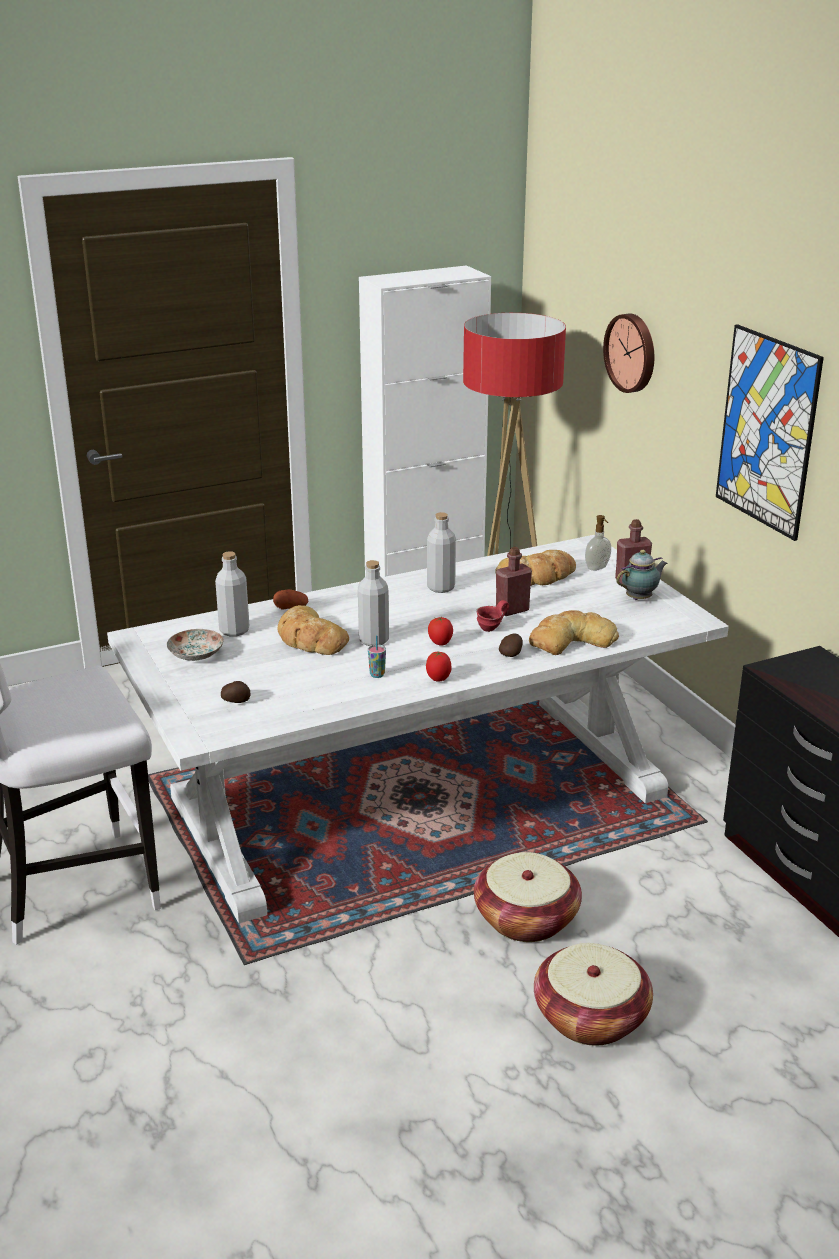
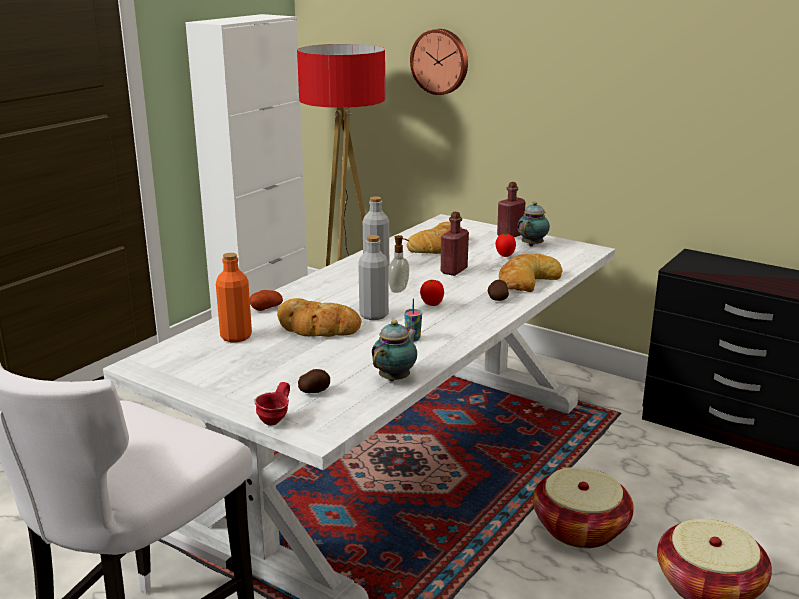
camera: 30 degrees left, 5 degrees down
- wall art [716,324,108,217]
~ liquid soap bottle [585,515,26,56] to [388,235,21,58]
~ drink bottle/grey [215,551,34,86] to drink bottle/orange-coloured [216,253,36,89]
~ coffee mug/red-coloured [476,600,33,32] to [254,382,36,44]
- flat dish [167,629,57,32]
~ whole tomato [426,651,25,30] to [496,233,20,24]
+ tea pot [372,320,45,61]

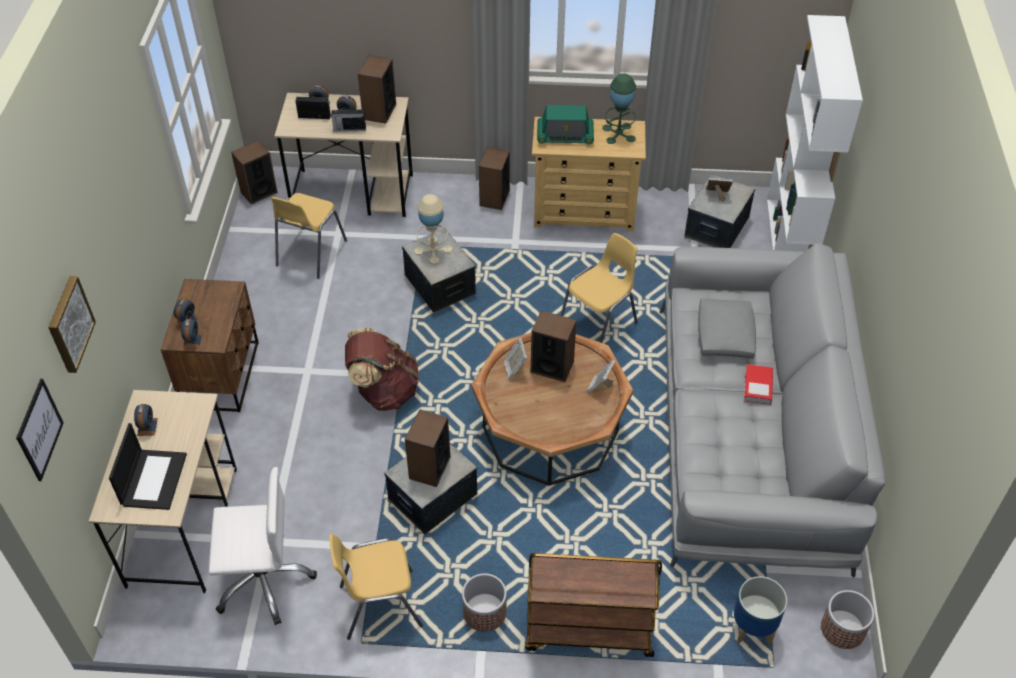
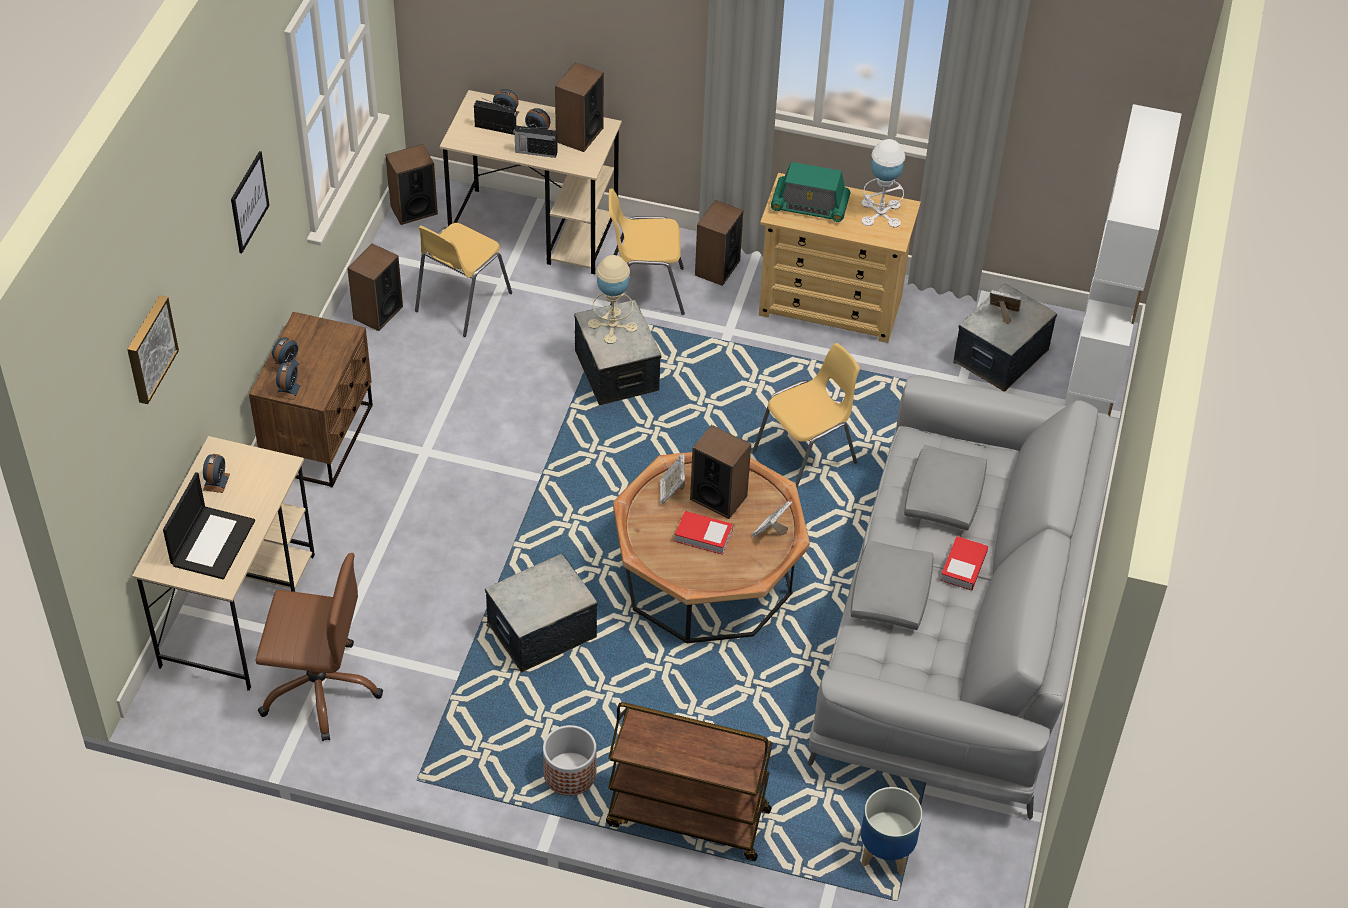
camera: 10 degrees right, 0 degrees up
~ table lamp/green [602,73,34,71] to table lamp/white [862,139,43,89]
- knapsack/brownish [345,327,74,84]
~ wall art [16,379,48,102] to [231,151,38,102]
~ loudspeaker [405,410,45,77] to [347,244,56,87]
~ office chair/white [209,467,108,158] to office chair/brownish [255,553,128,188]
~ upright chair/yellowish [329,534,94,106] to [609,188,76,127]
- plant pot [821,590,53,59]
+ volume [674,511,59,44]
+ pillow/grey [851,540,82,90]

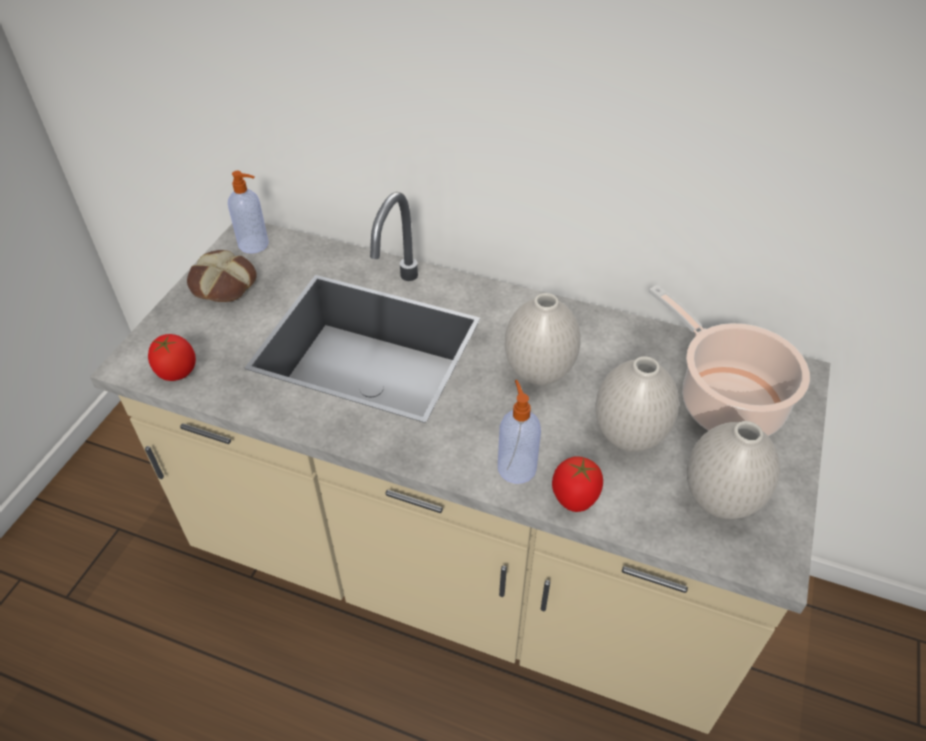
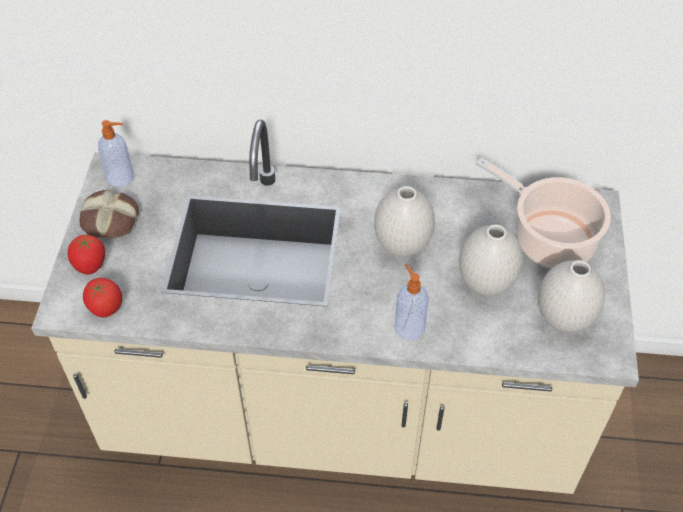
camera: 15 degrees left, 5 degrees up
~ whole tomato [552,456,51,56] to [68,235,37,39]

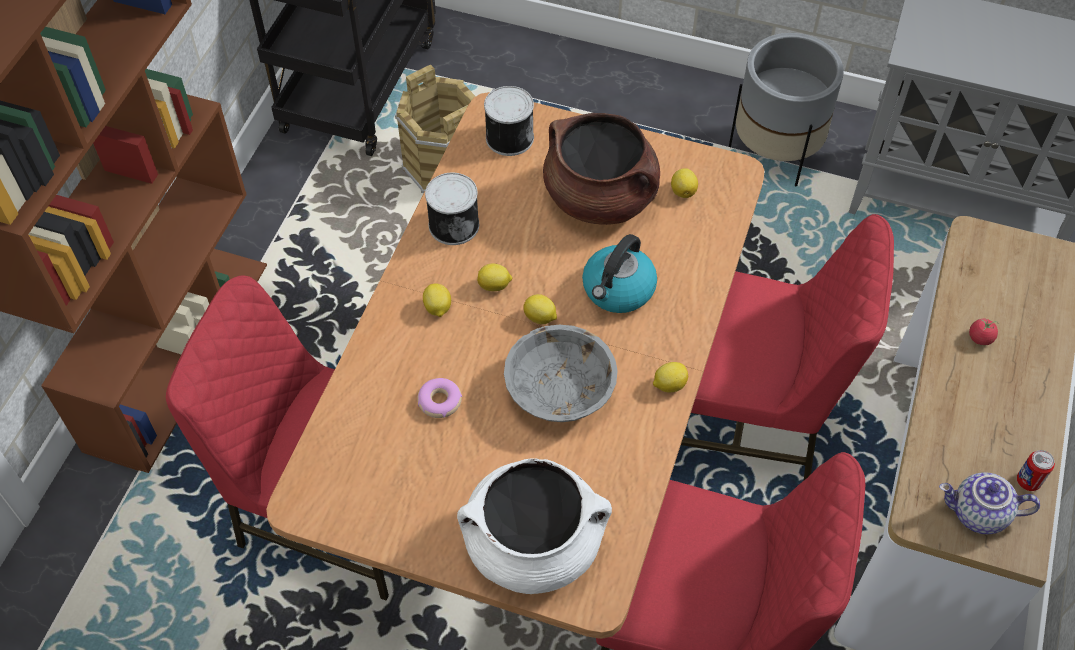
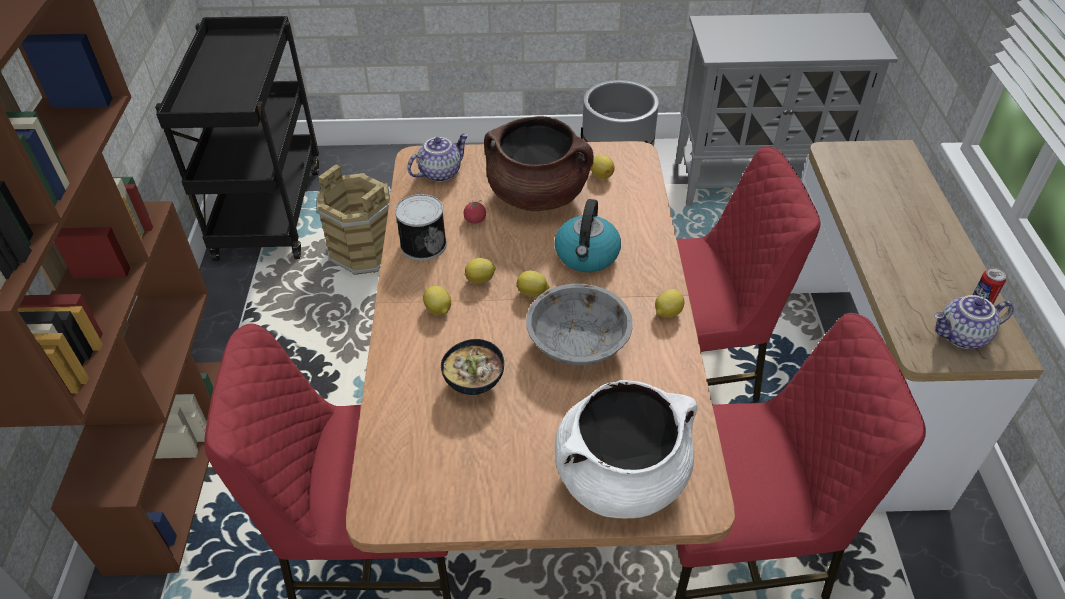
camera: 20 degrees left, 10 degrees down
~ can [484,86,50,70] to tea pot [407,134,62,48]
~ whole tomato [969,319,29,26] to [464,200,22,24]
~ donut [417,378,45,40] to deep dish [441,339,63,56]

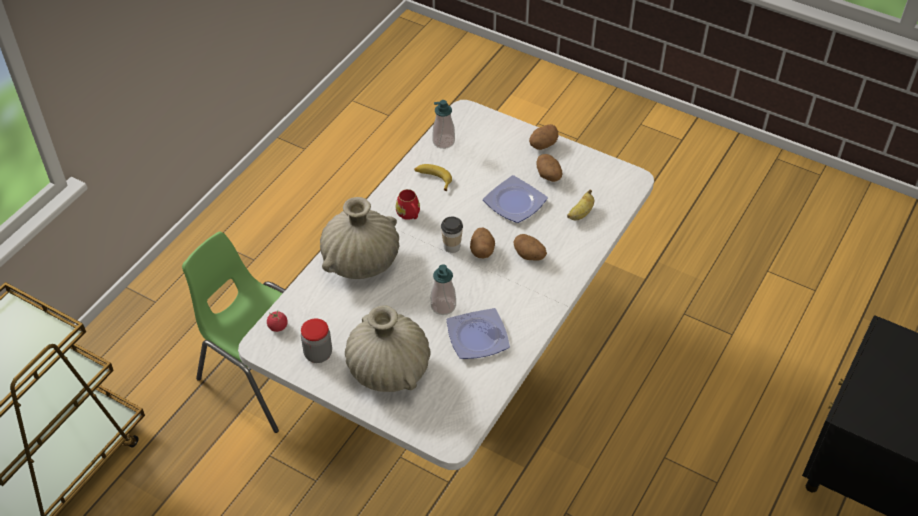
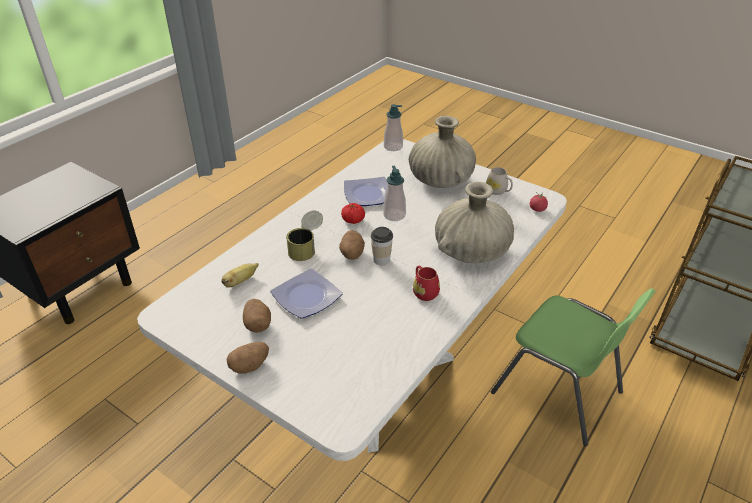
camera: 175 degrees left, 10 degrees down
~ liquid soap bottle [432,100,23,49] to [384,104,19,47]
- whole banana [414,164,38,27]
~ whole potato [513,234,34,27] to can [286,210,37,51]
~ preserve jar [301,318,31,45] to coffee mug/white [486,167,27,28]
+ whole tomato [341,203,24,21]

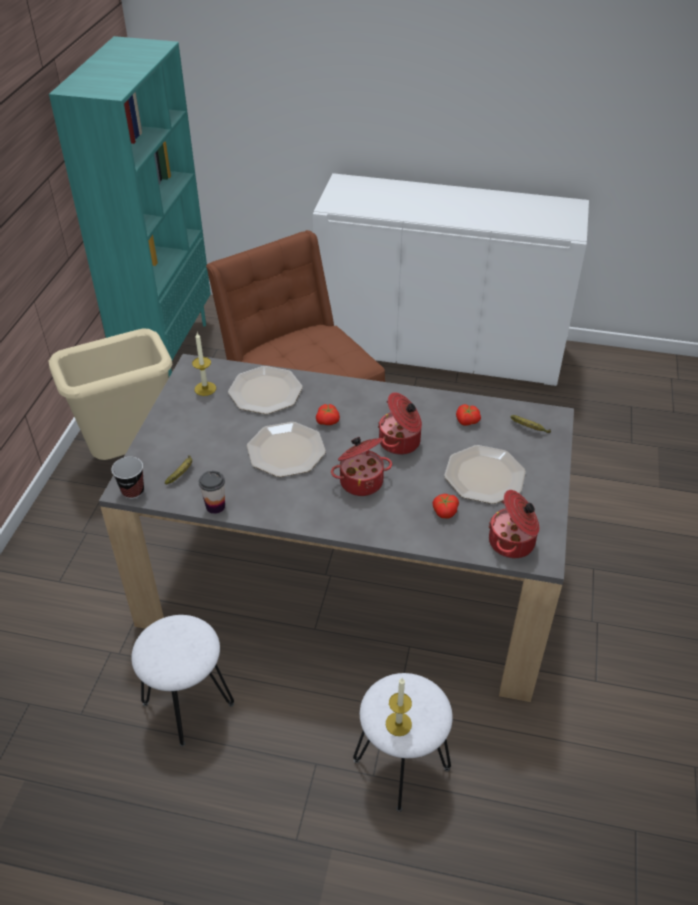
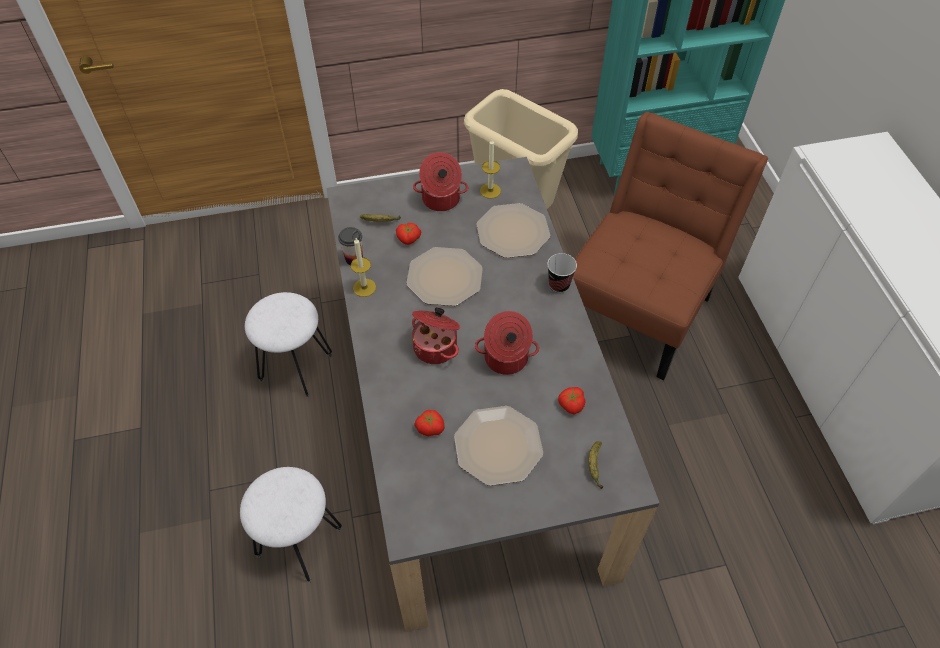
camera: 65 degrees right, 10 degrees up
~ whole tomato [316,404,24,21] to [396,223,25,22]
~ small cup [111,457,33,42] to [547,253,30,40]
~ stockpot [488,490,51,68] to [413,152,55,59]
~ wax light [386,678,26,58] to [351,238,25,59]

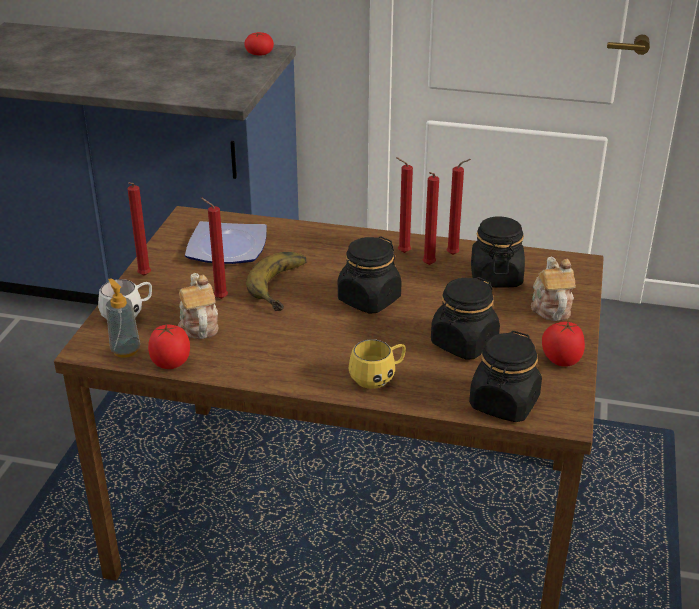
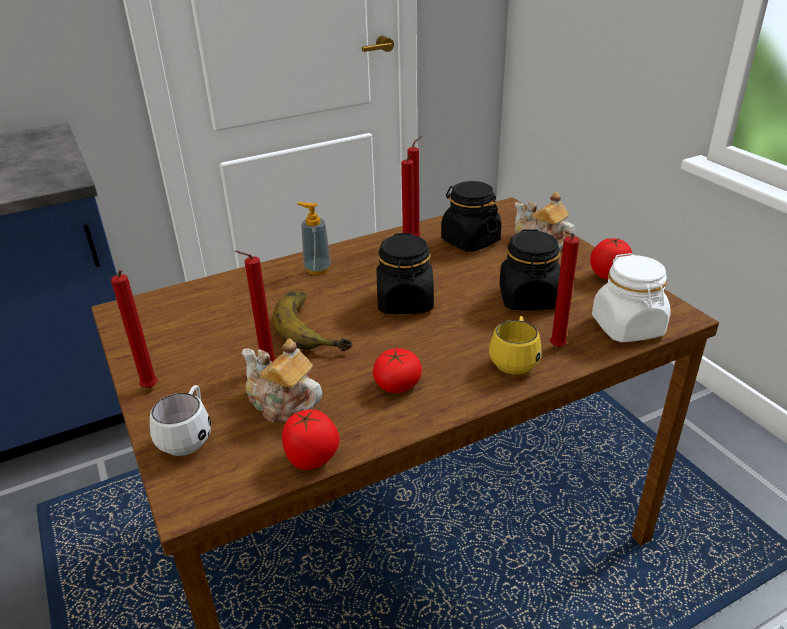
camera: 40 degrees left, 0 degrees up
~ whole tomato [244,32,30,23] to [373,348,49,45]
~ wax light/red-coloured [396,157,17,96] to [550,231,29,116]
- flat dish [185,221,82,43]
~ liquid soap bottle [106,278,34,80] to [297,202,34,73]
~ preserve jar/blackish [469,331,73,91] to preserve jar/white [592,253,79,89]

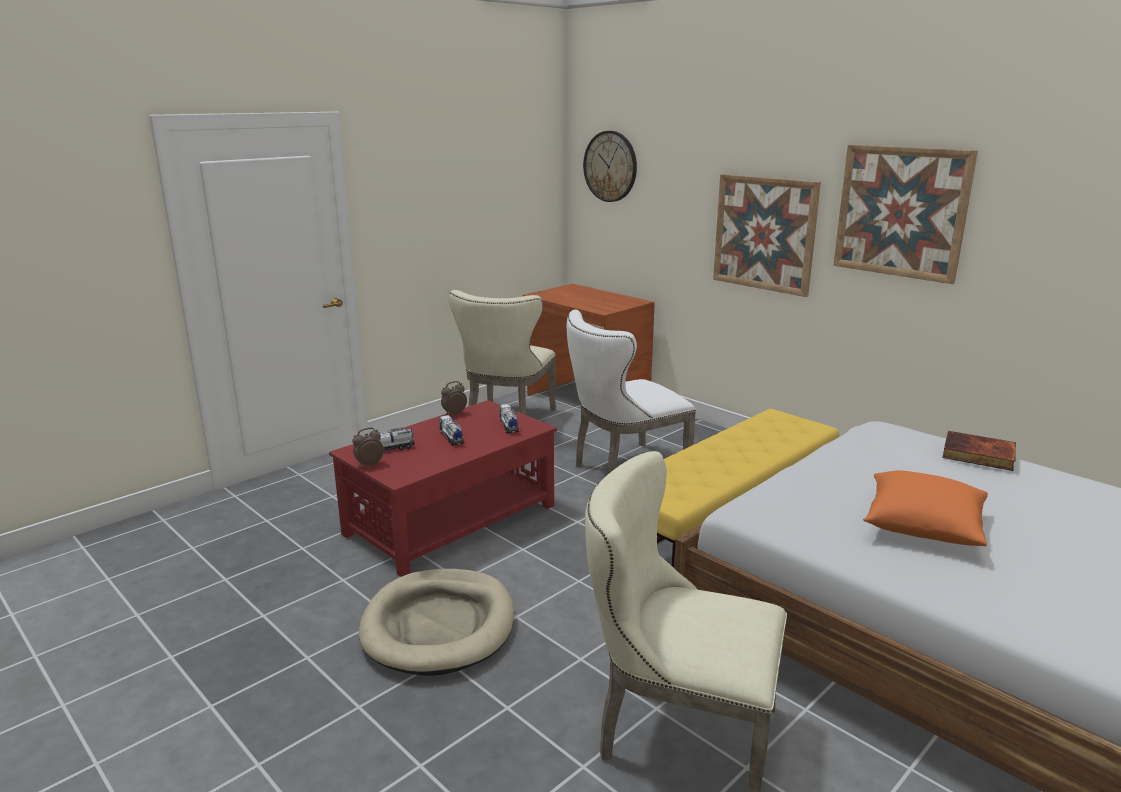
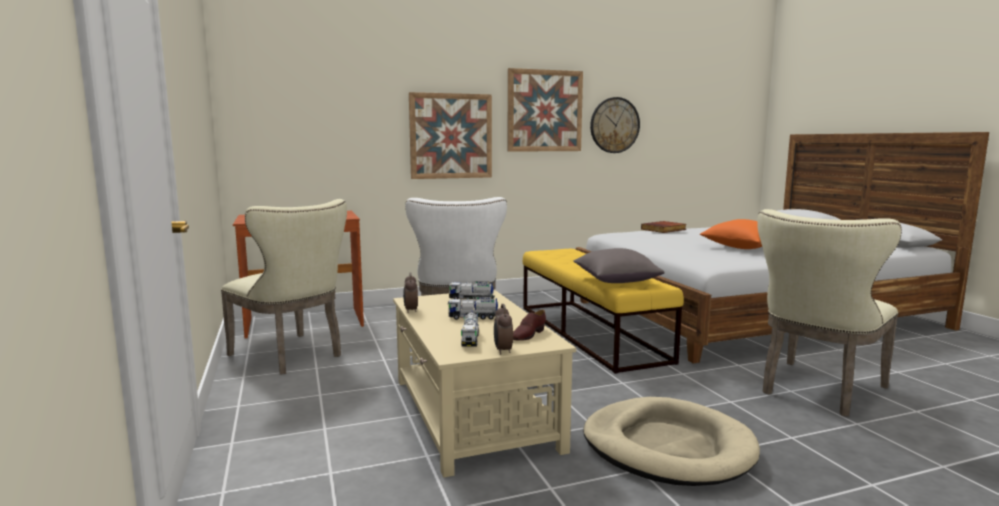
camera: 65 degrees left, 10 degrees down
~ hanging clock [583,131,54,71] to [590,97,50,56]
~ lounge table/red-coloured [329,400,228,177] to lounge table/beige-coloured [393,290,183,188]
+ pillow/grey [573,248,92,35]
+ shoe/brownish [513,310,33,31]

